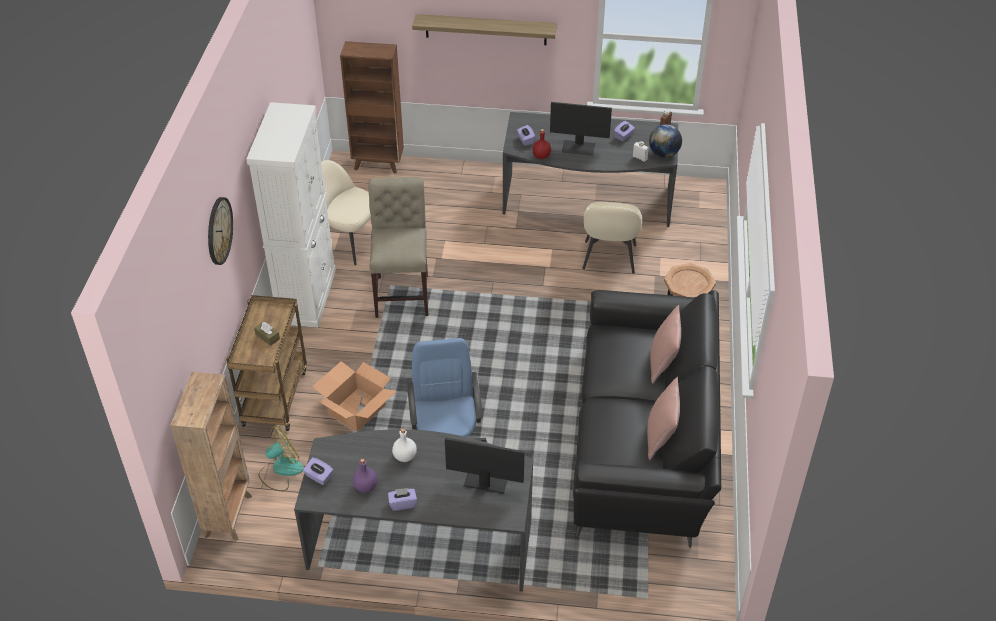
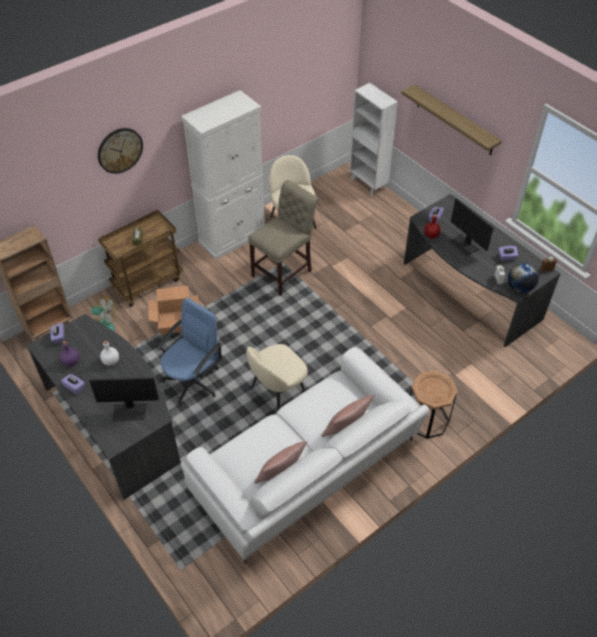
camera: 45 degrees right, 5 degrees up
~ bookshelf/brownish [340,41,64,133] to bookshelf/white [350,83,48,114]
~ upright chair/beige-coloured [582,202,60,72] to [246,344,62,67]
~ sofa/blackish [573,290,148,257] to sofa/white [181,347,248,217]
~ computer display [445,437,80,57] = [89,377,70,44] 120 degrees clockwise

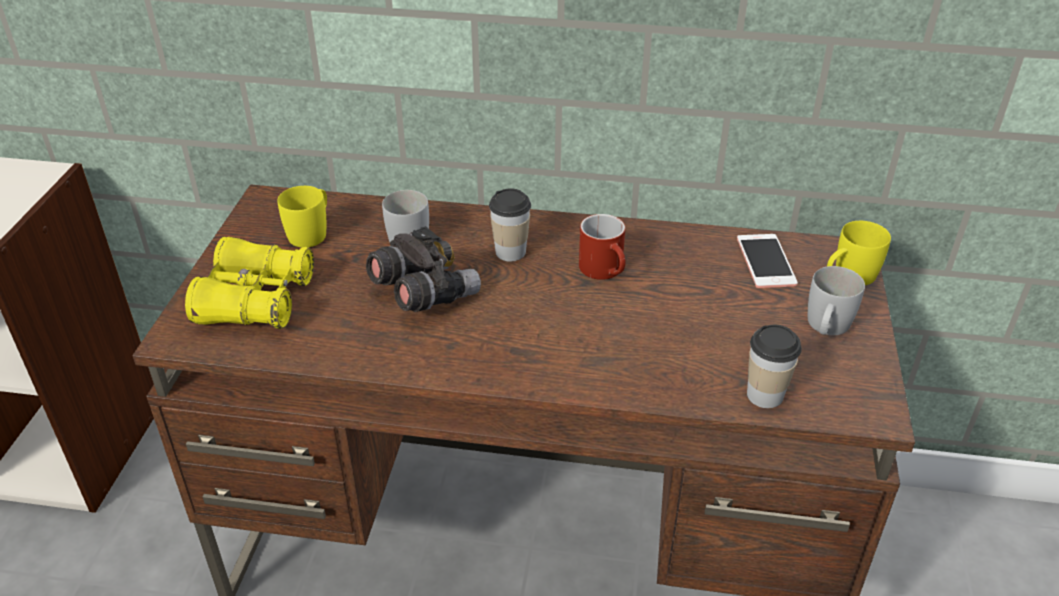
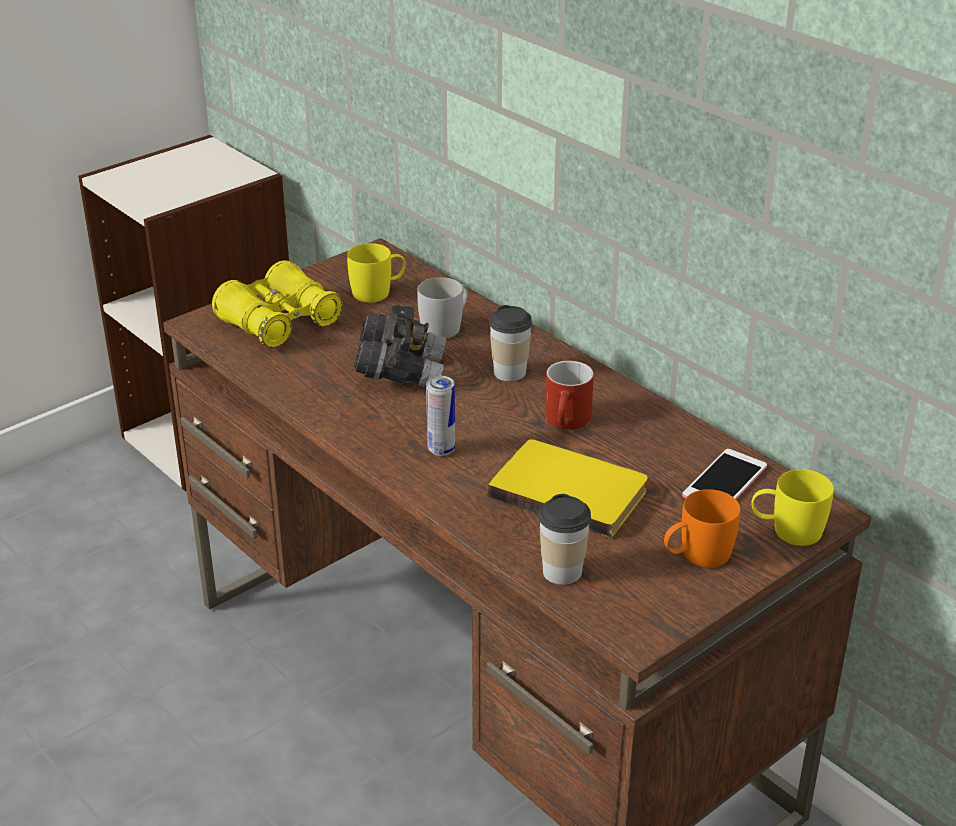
camera: 40 degrees right, 5 degrees down
~ coffee mug/white [808,266,57,69] to coffee mug/orange-coloured [664,489,76,79]
+ can [426,376,29,80]
+ volume/yellowish [487,439,161,99]

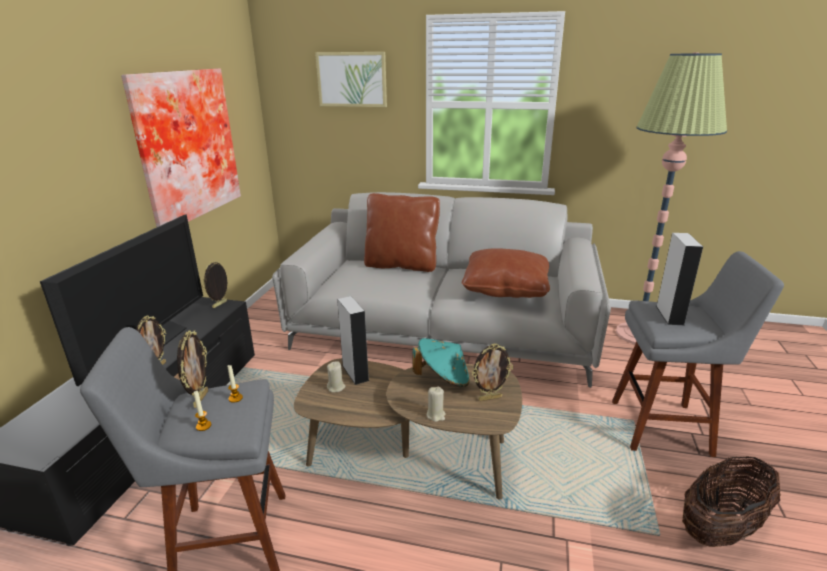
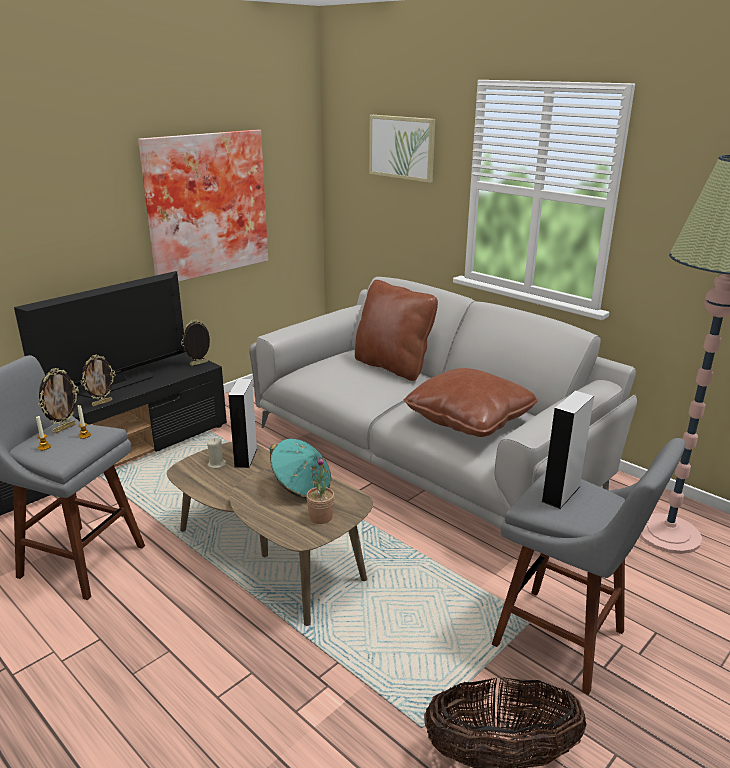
camera: 30 degrees right, 0 degrees up
~ picture frame [472,344,41,57] to potted plant [306,457,29,67]
- wax light/beige-coloured [427,386,18,36]

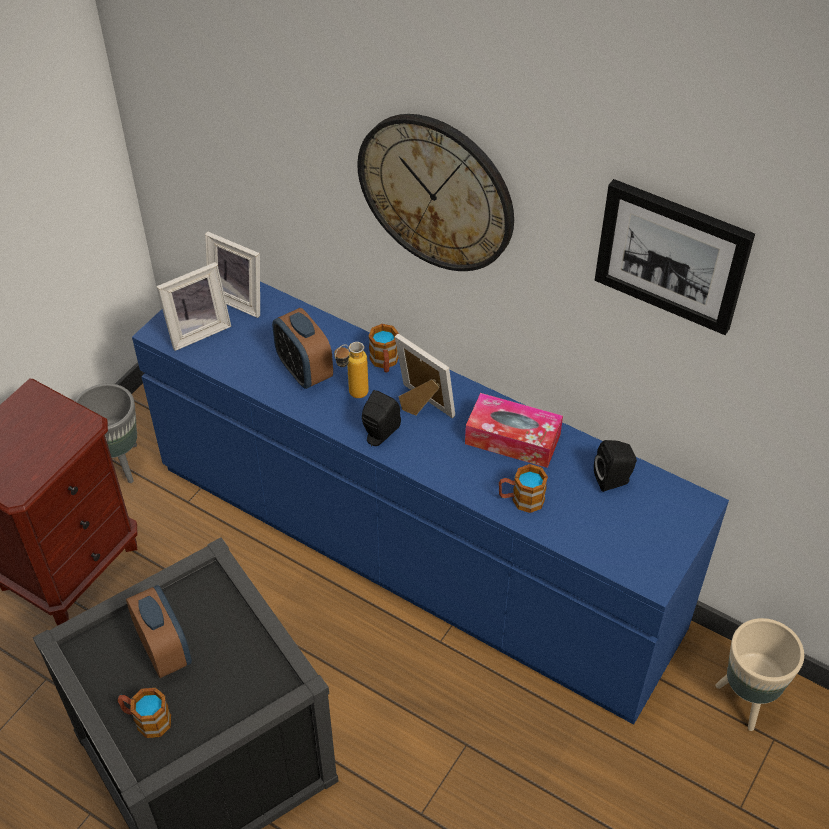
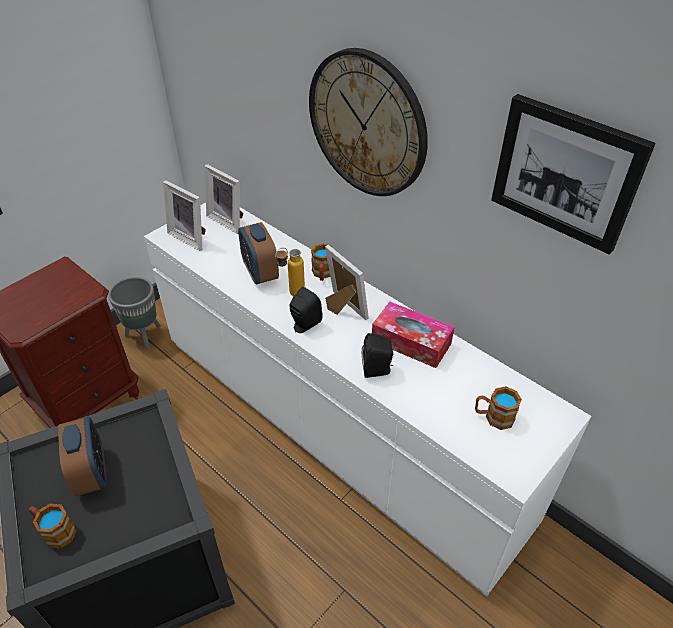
camera: 10 degrees right, 5 degrees down
~ picture frame [156,262,75,89] = [163,181,43,70] 60 degrees clockwise
~ dresser/bluish [132,281,597,444] to dresser/white [144,202,448,395]
~ loudspeaker/blackish [594,440,43,52] to [362,333,31,45]
~ coffee mug [499,464,49,49] to [475,386,47,44]
- plant pot/beige-coloured [715,618,89,113]

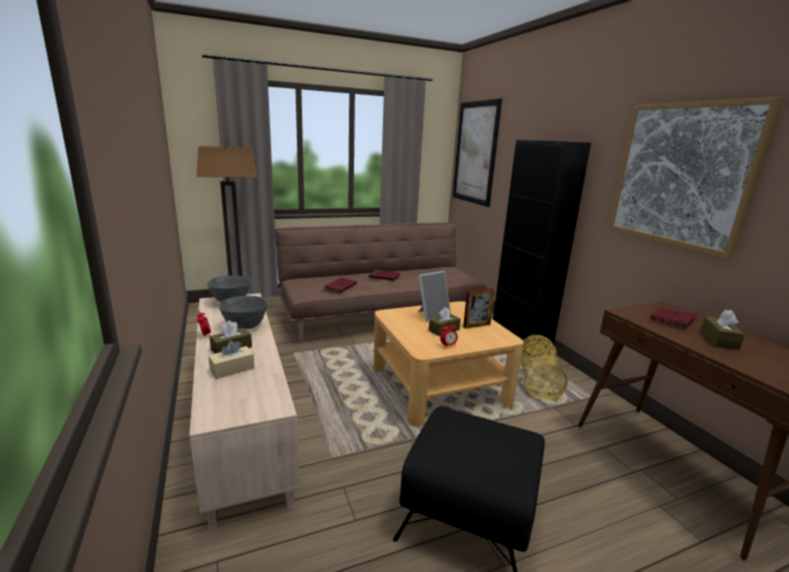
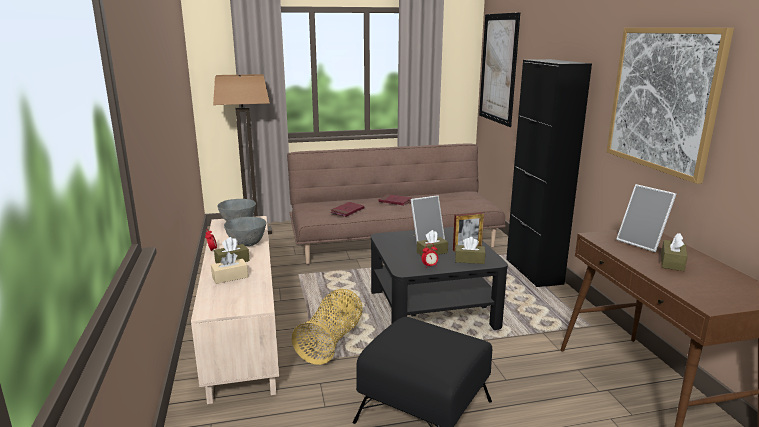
camera: 10 degrees right, 0 degrees up
~ lounge table/beige-coloured [373,301,151,126] to lounge table/blackish [371,227,137,103]
~ volume/red-coloured [650,305,48,23] to picture frame [616,184,60,68]
~ storage basket [520,335,48,65] to [292,289,71,76]
+ tissue box/brownish [455,237,30,27]

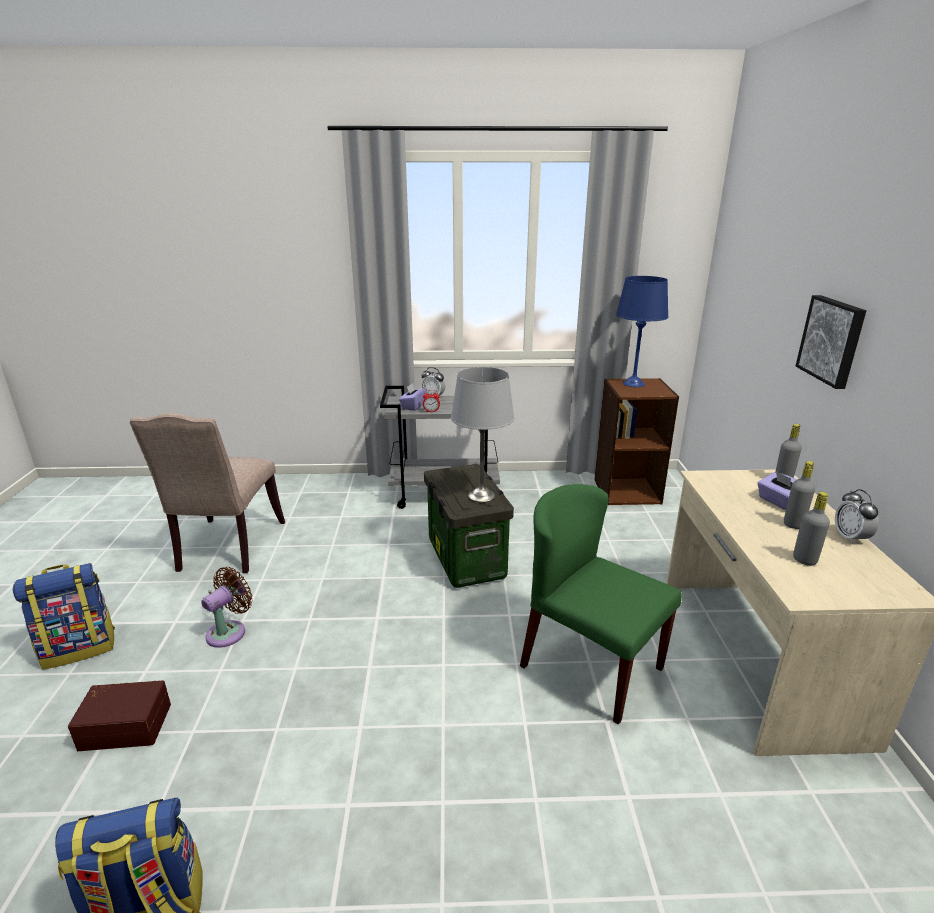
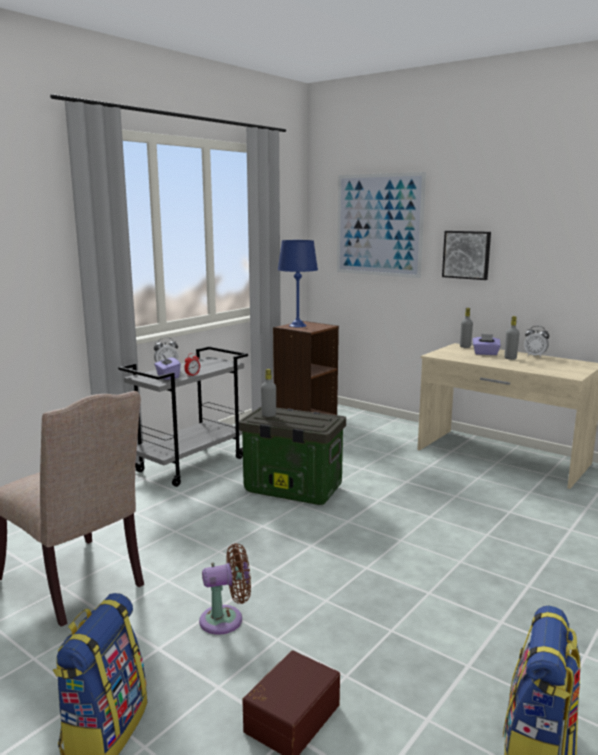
camera: 50 degrees left, 10 degrees down
- table lamp/grey [451,367,63,135]
- upright chair/green [520,484,162,241]
~ drink bottle/grey [793,492,37,74] to [261,369,15,48]
~ electric fan/brownish [201,567,52,81] = [199,543,52,92] 90 degrees clockwise
+ wall art [337,172,89,106]

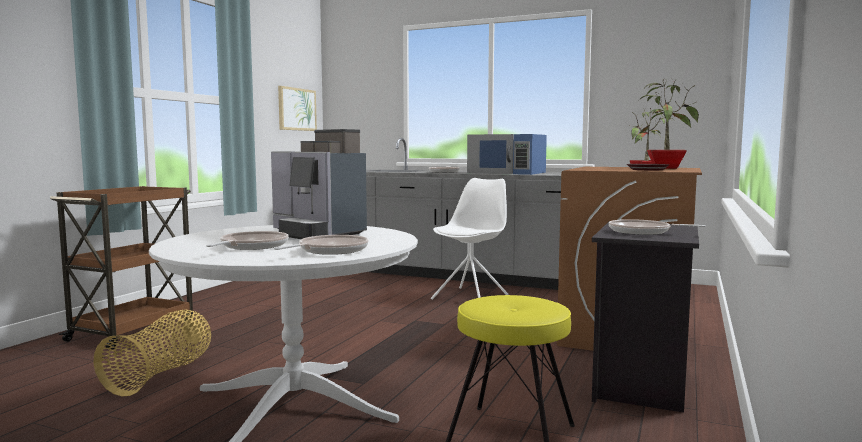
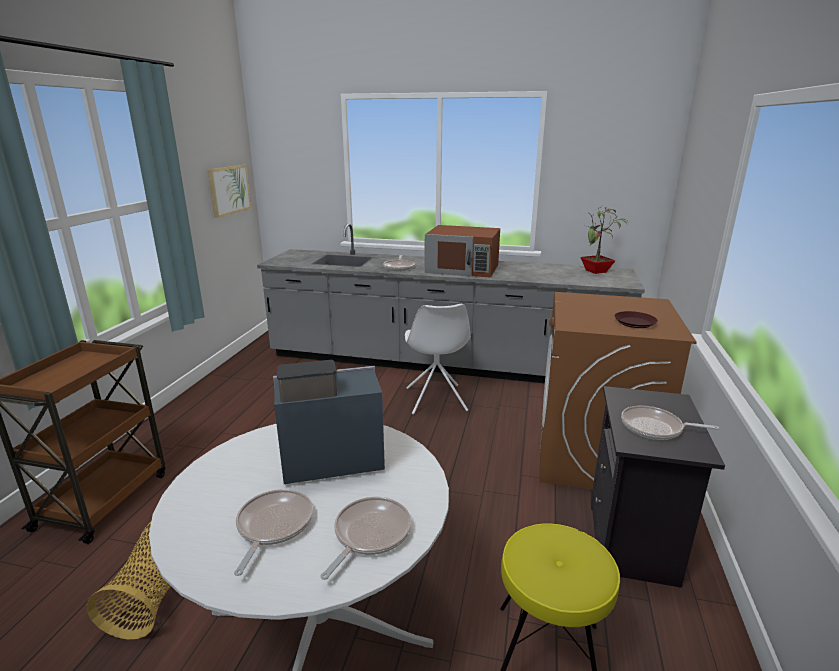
camera: 10 degrees left, 15 degrees up
- potted plant [639,79,60,90]
~ coffee machine [271,129,96,110] = [273,360,112,124] 135 degrees clockwise
~ microwave/bluish [467,134,80,41] to microwave/brownish [425,225,75,53]
~ upright chair/white [431,178,78,122] = [405,304,66,111] 150 degrees clockwise

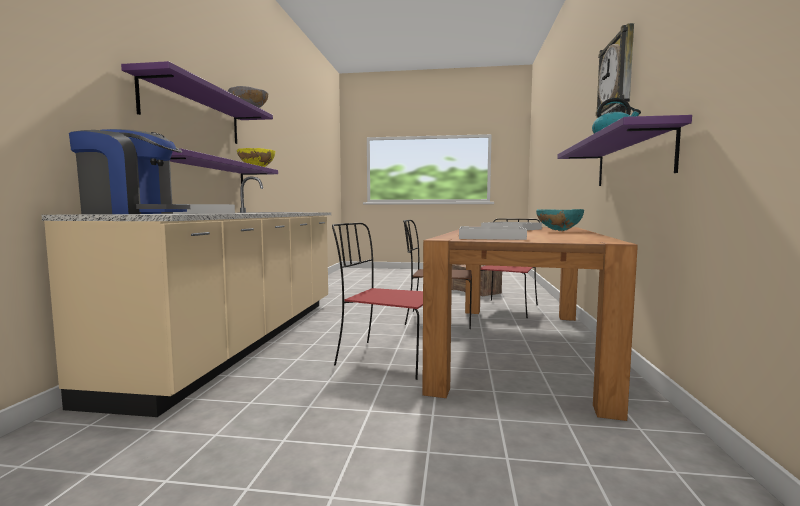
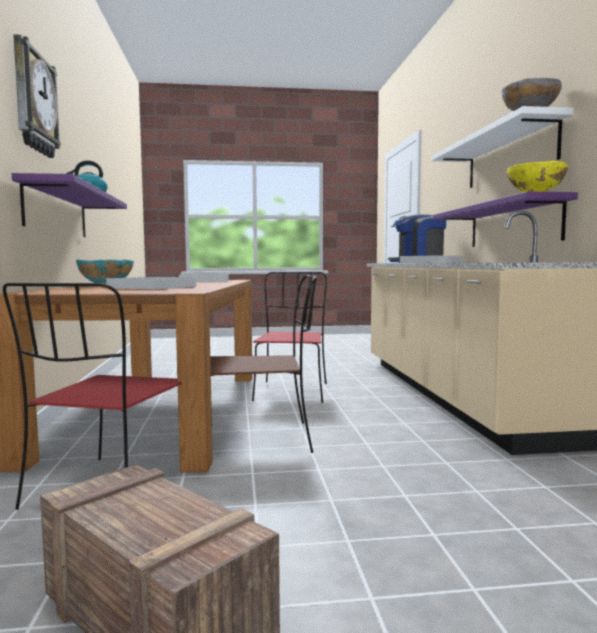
camera: 165 degrees right, 0 degrees up
~ bracket shelf/purple-coloured [121,61,152,83] to bracket shelf/white [431,106,142,82]
~ upright chair/red-coloured [332,223,91,157] = [252,272,75,131] 90 degrees counterclockwise

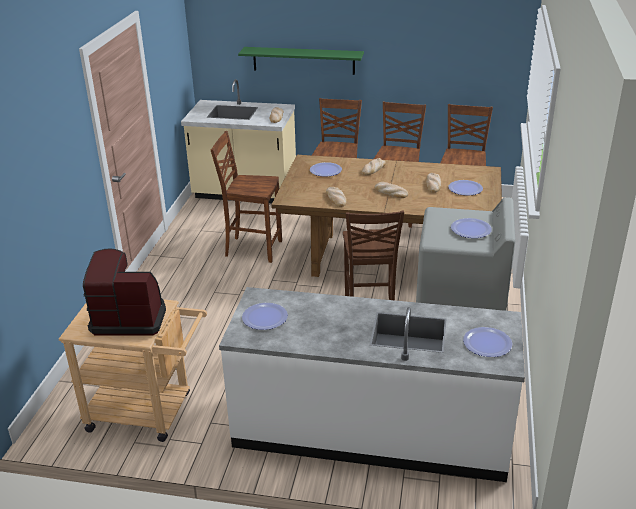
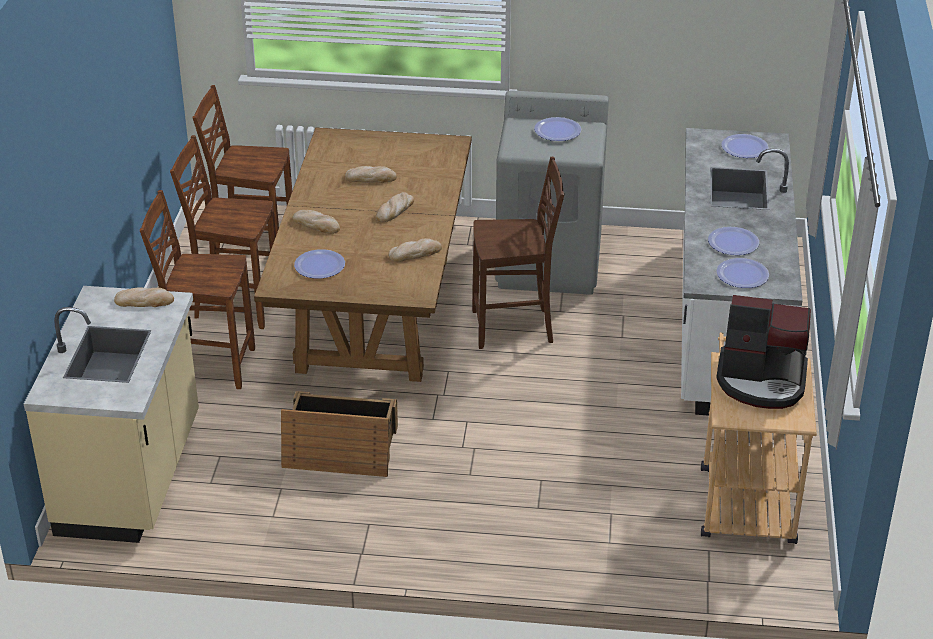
camera: 95 degrees left, 5 degrees up
- bracket shelf/green [238,47,126,28]
~ upright chair/brownish [211,131,71,132] to packing crate [281,391,117,86]
~ flat dish [448,180,35,15] to [708,227,51,28]
~ coffee machine [83,249,83,87] = [716,295,95,114] 75 degrees counterclockwise

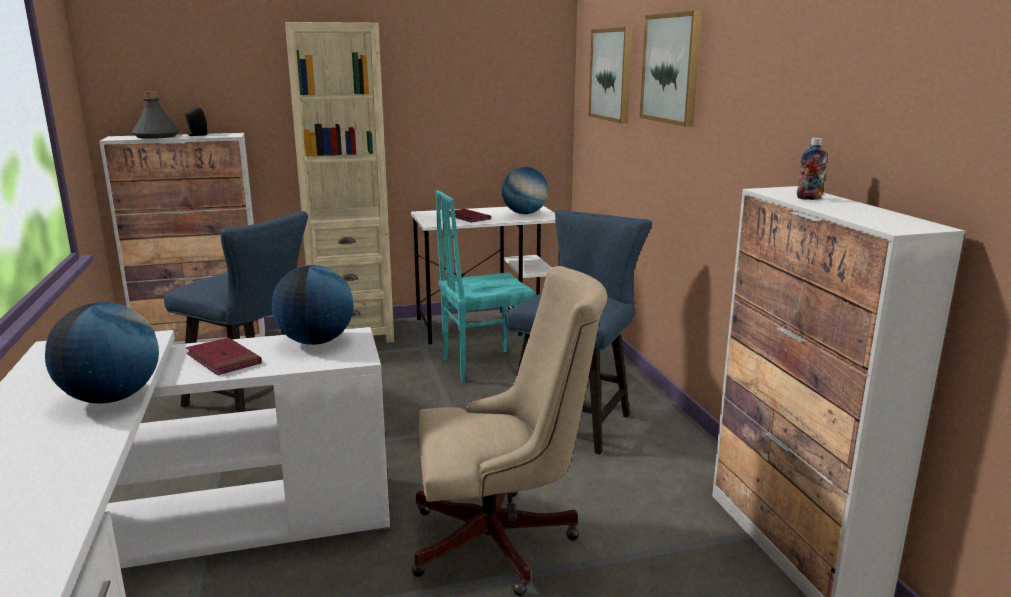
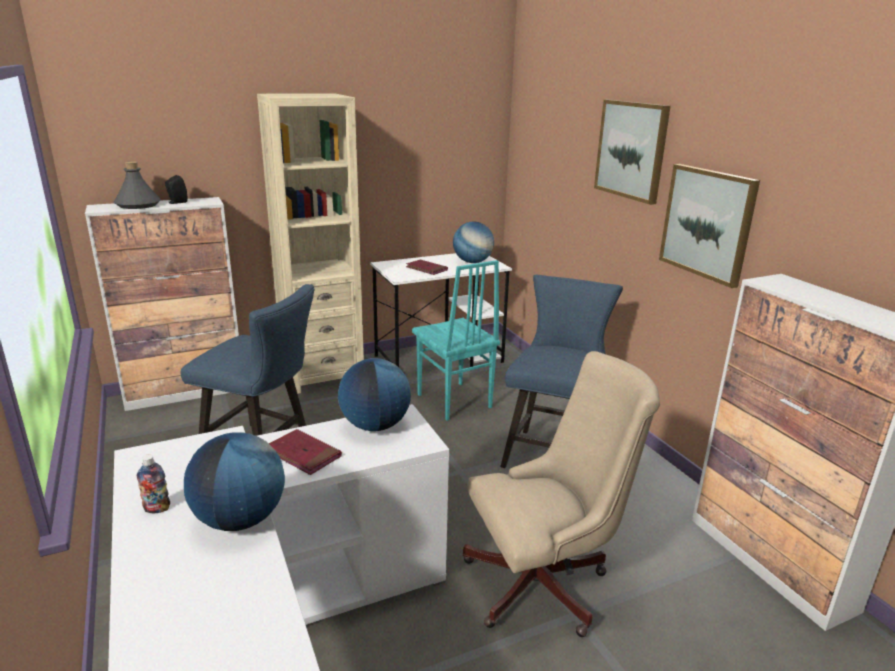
camera: 10 degrees left, 5 degrees up
~ wall art [589,27,43,97] to [659,164,101,124]
~ drink bottle [797,138,30,62] to [137,454,33,59]
~ upright chair/turquoise-coloured [436,190,100,192] = [412,260,88,161] 90 degrees counterclockwise

